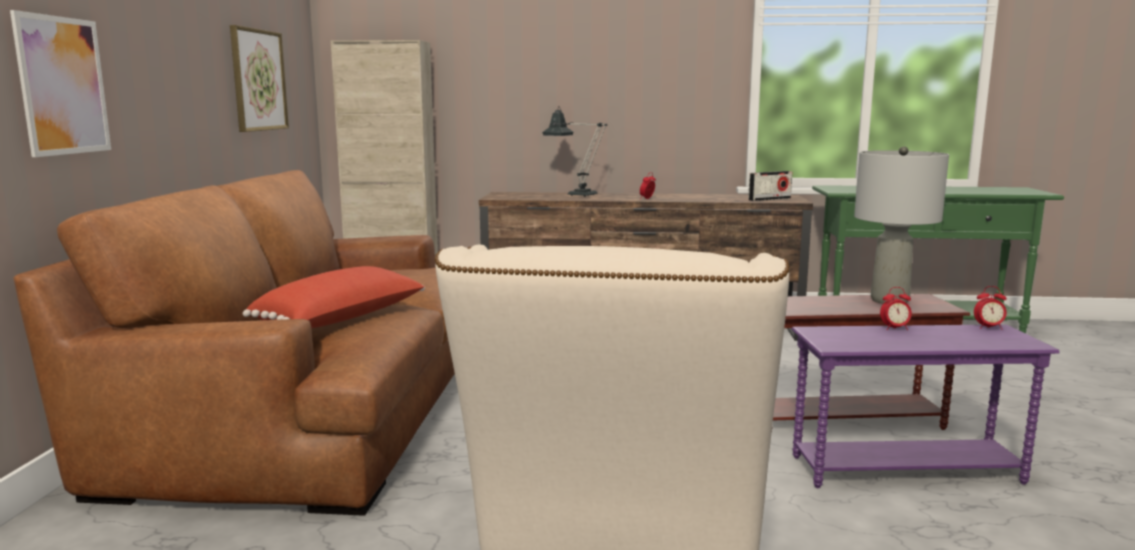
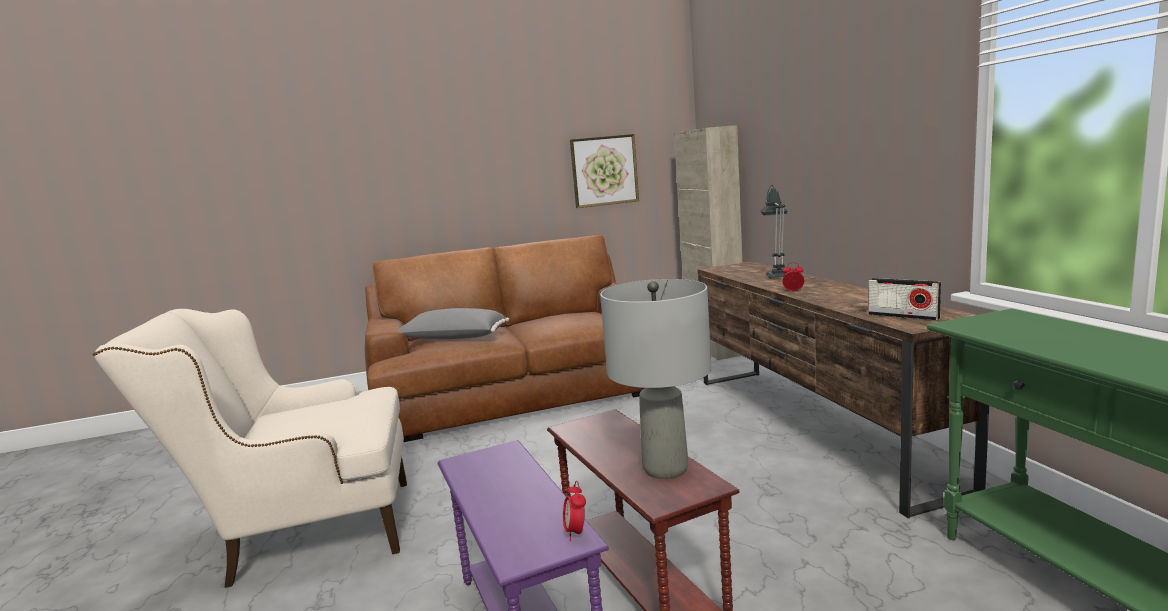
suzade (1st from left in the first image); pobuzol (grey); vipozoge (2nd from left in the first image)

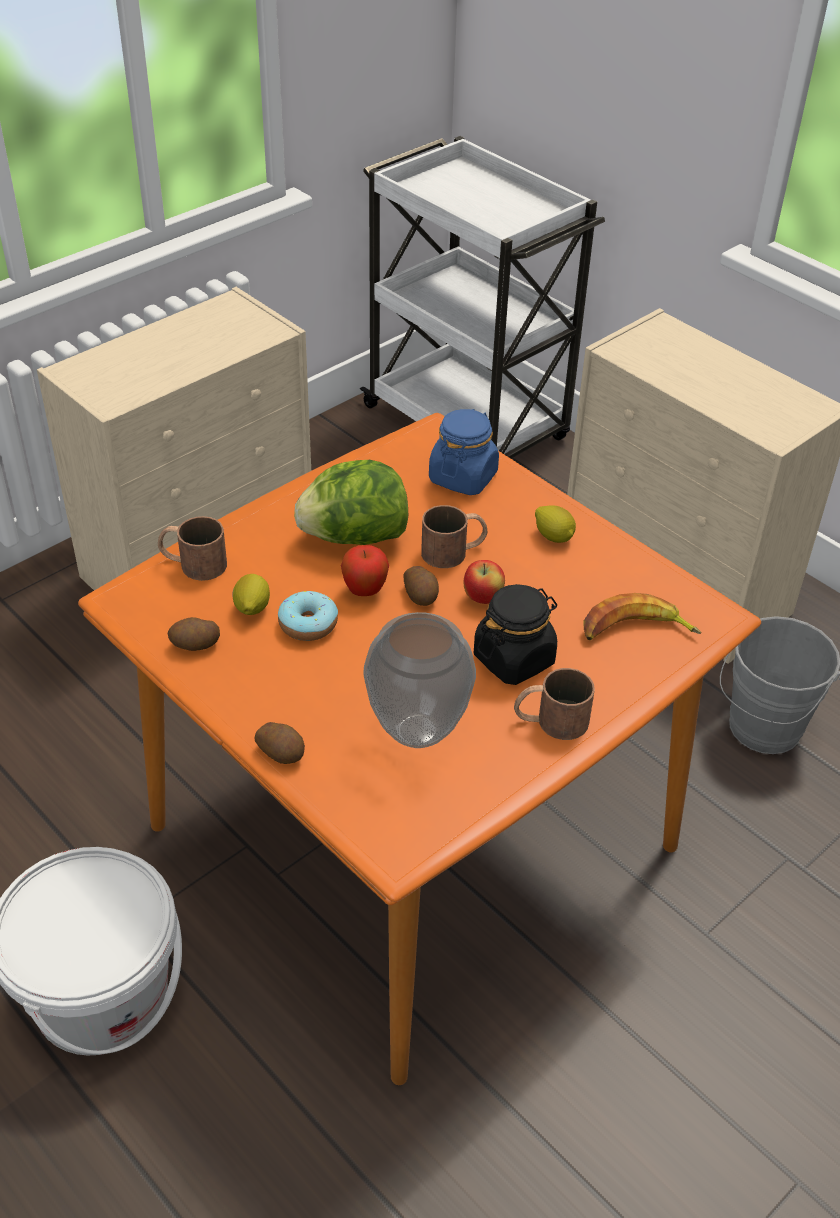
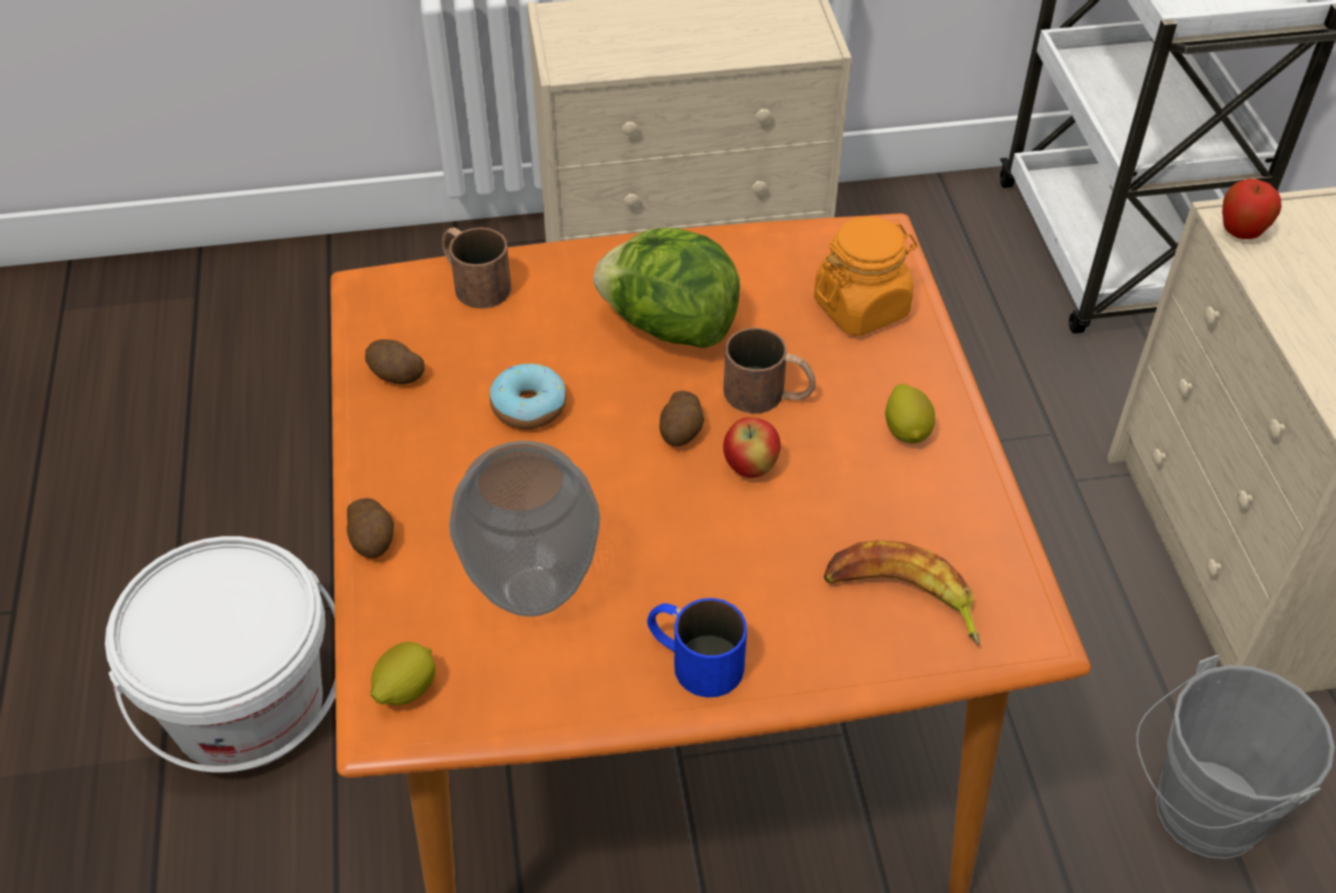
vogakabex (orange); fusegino (2nd from left); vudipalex (1st from left); vogakabex (black); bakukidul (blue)

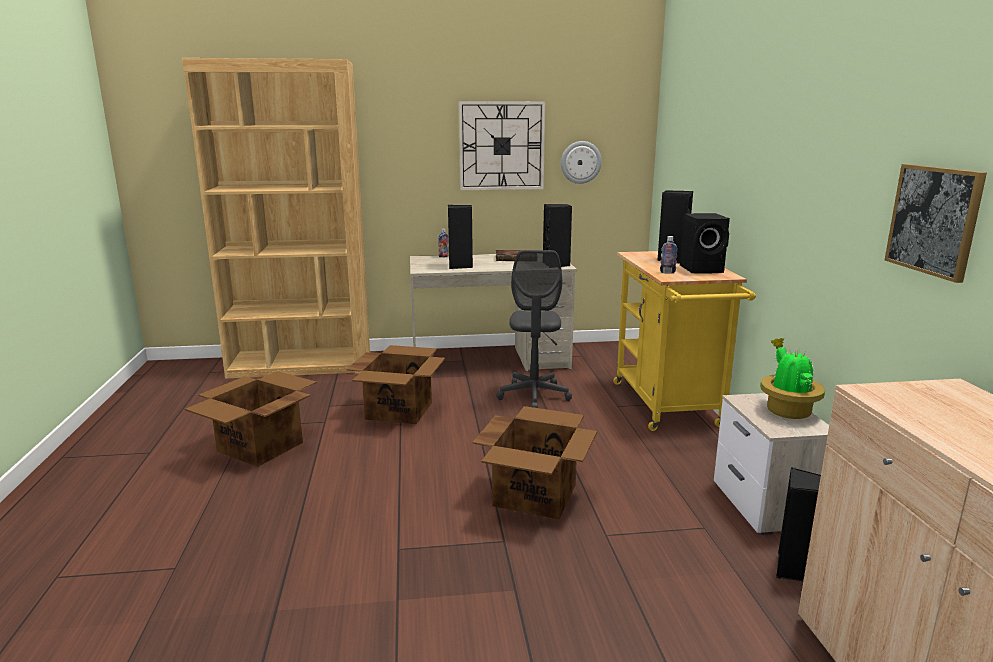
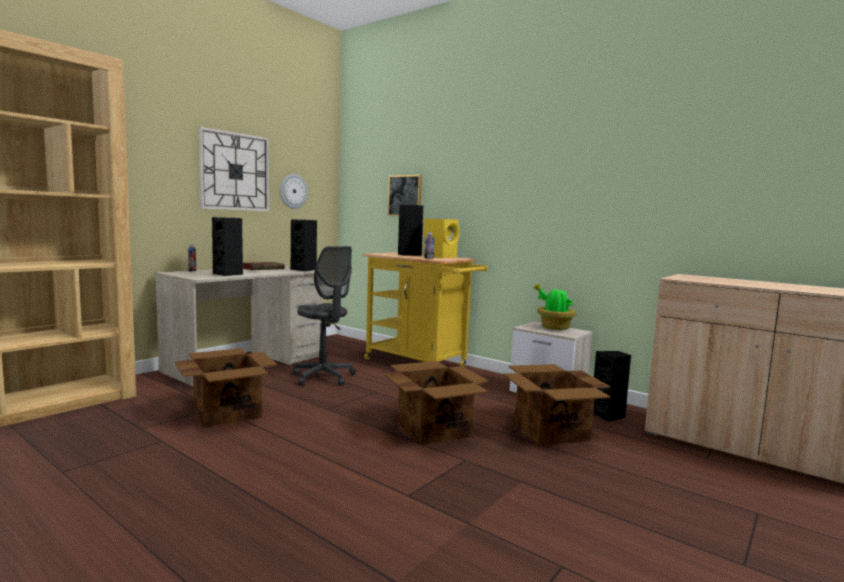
suzade; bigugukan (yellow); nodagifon (3rd from left)

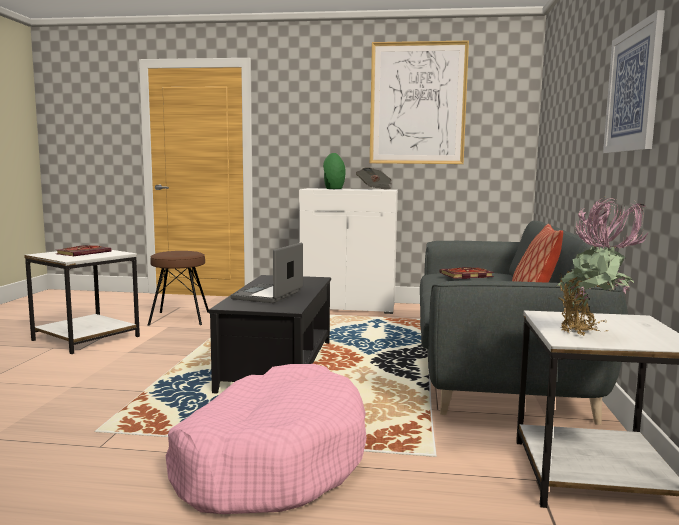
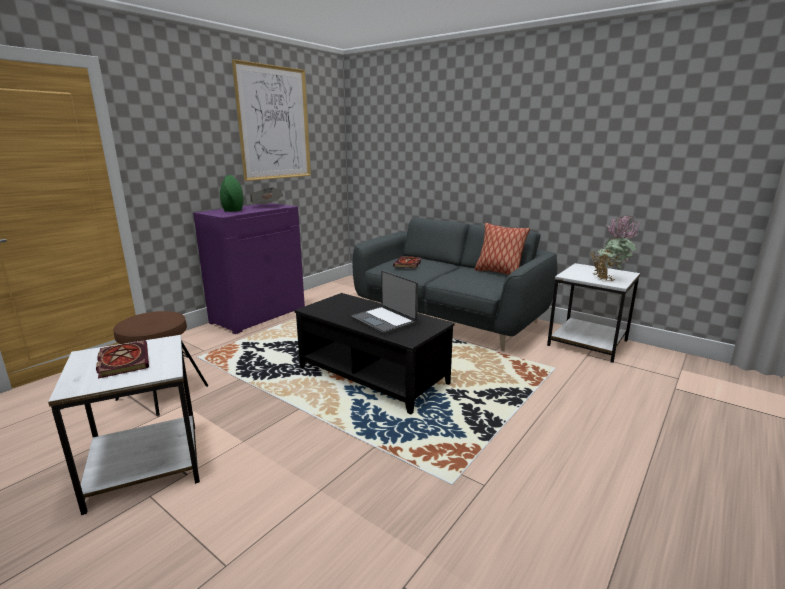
suzade (2nd from left in the first image); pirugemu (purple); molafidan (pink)

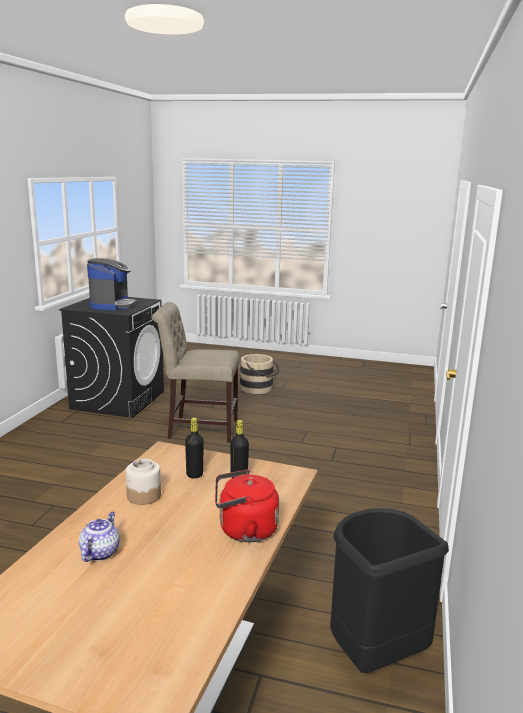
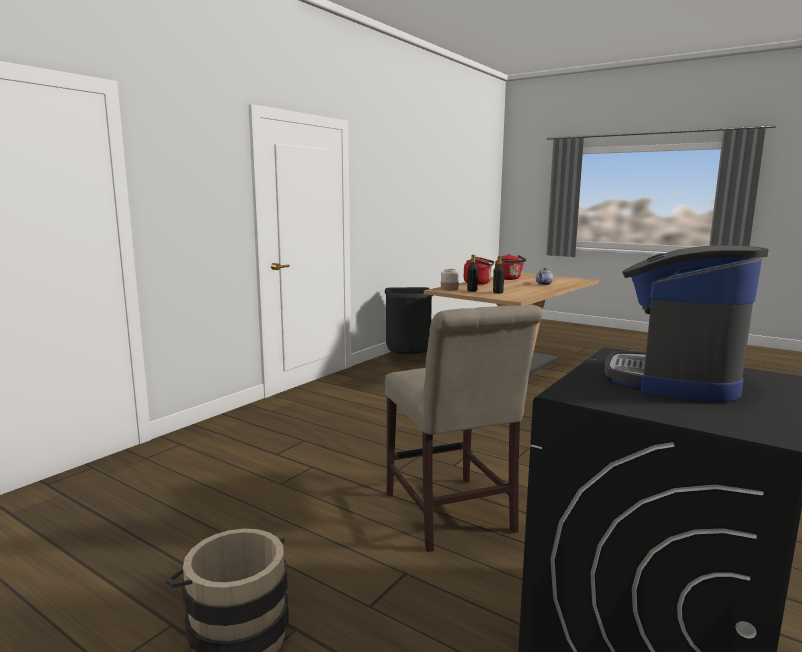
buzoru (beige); vogakabex; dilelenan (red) (2nd from left)

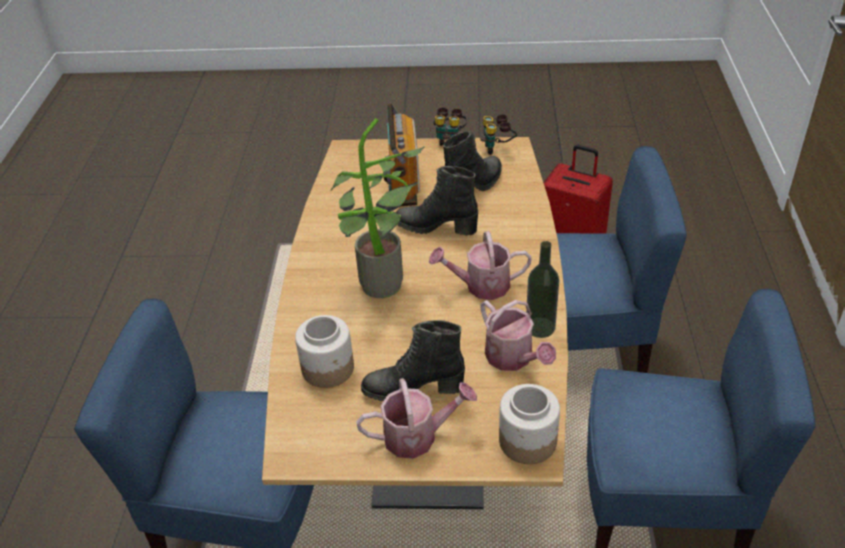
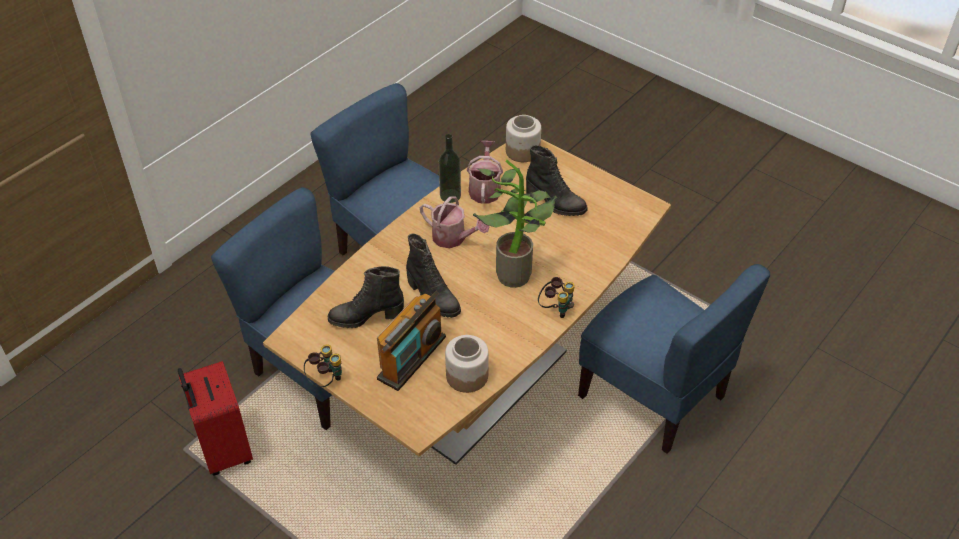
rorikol (2nd from left); vogakabex (1st from left); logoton (1st from left in the first image)

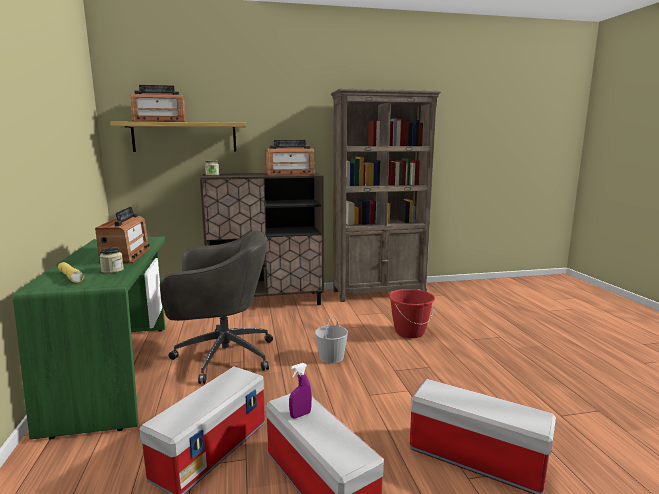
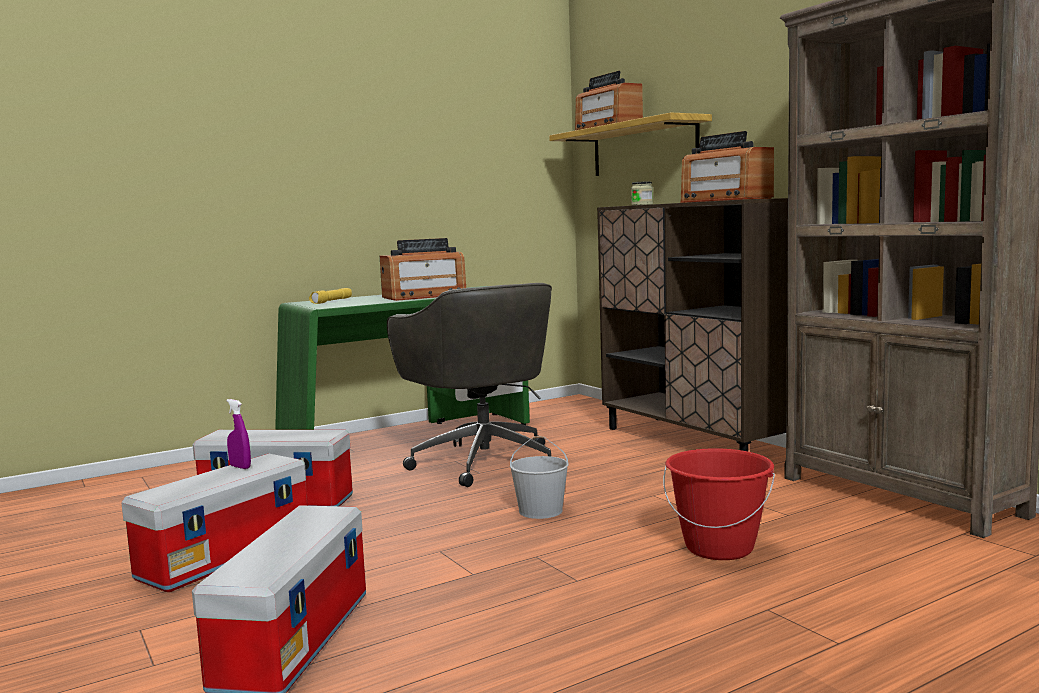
vogakabex (1st from left in the first image)

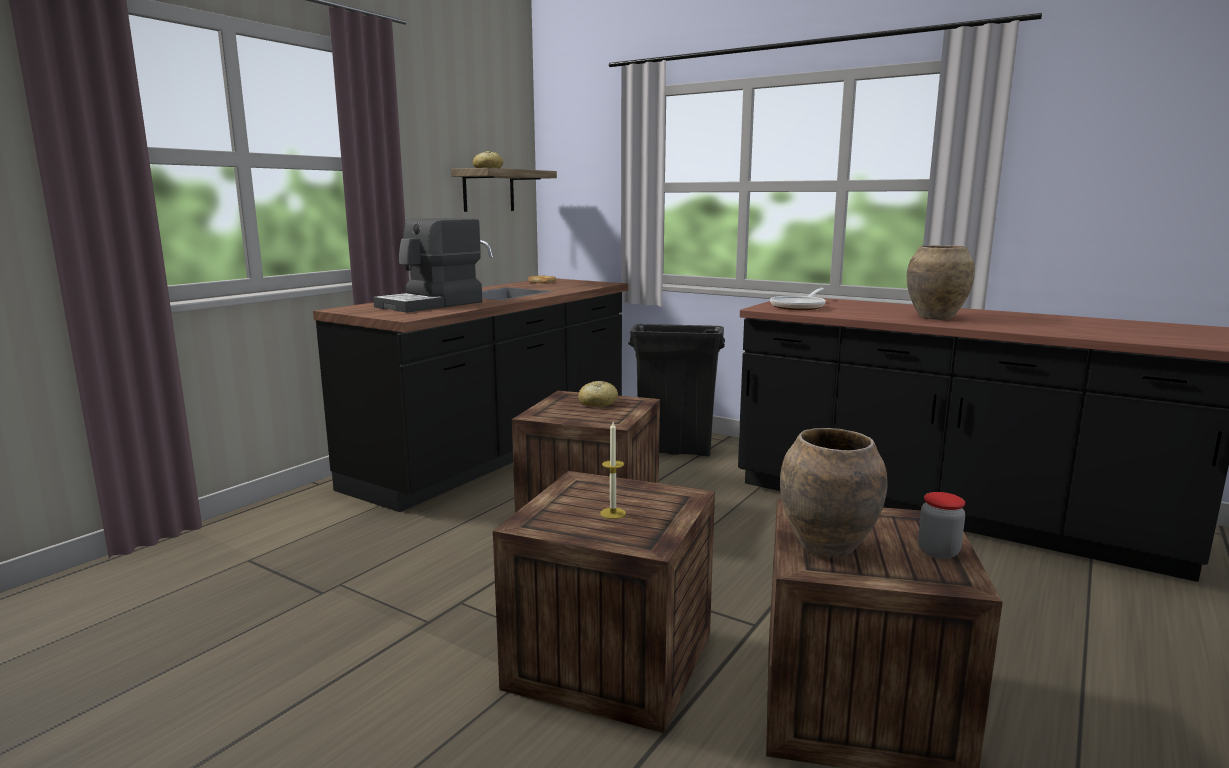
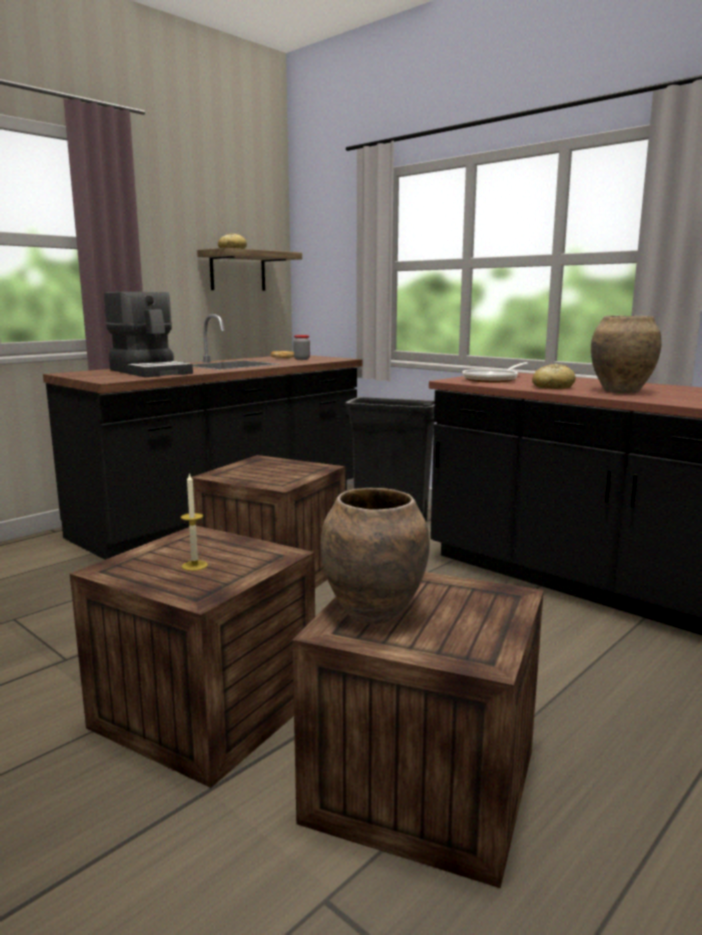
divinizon; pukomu (3rd from left); vogakabex

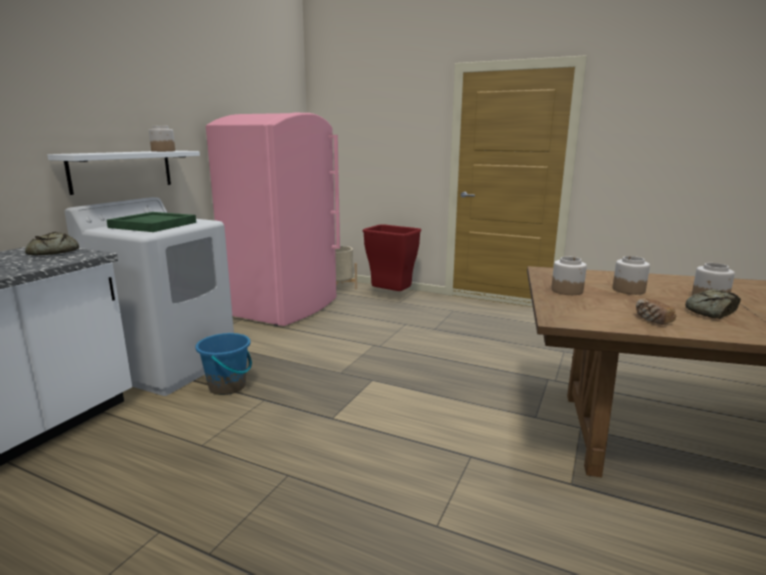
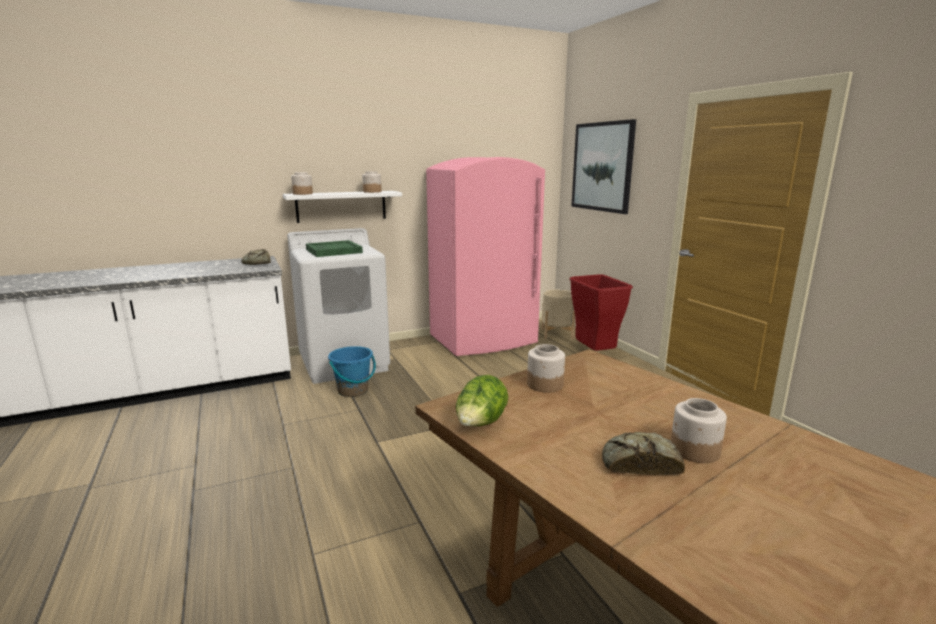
vogakabex (1st from left); pukomu (2nd from left in the first image); suzade; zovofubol

